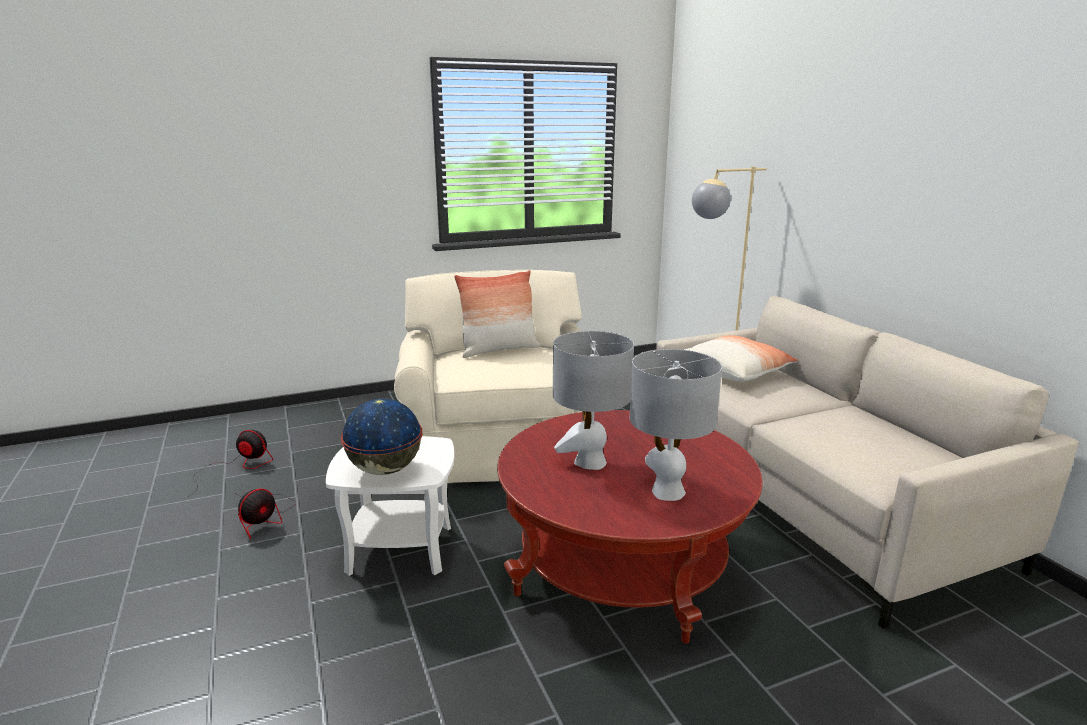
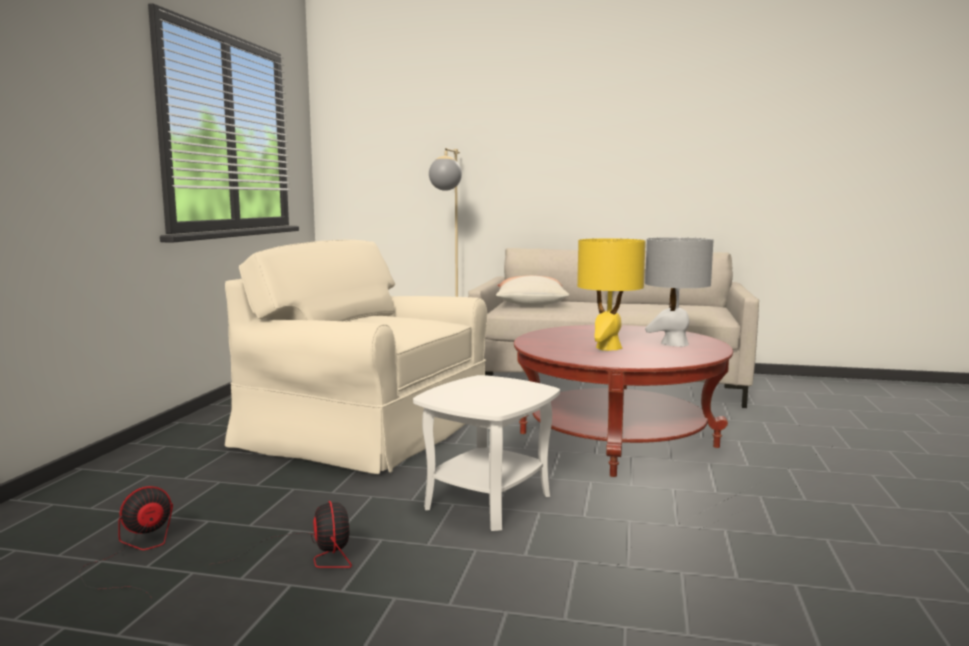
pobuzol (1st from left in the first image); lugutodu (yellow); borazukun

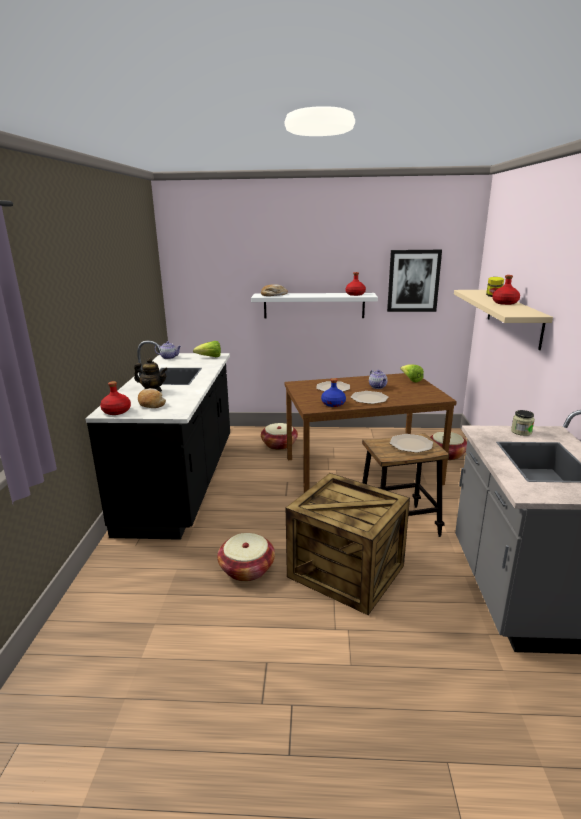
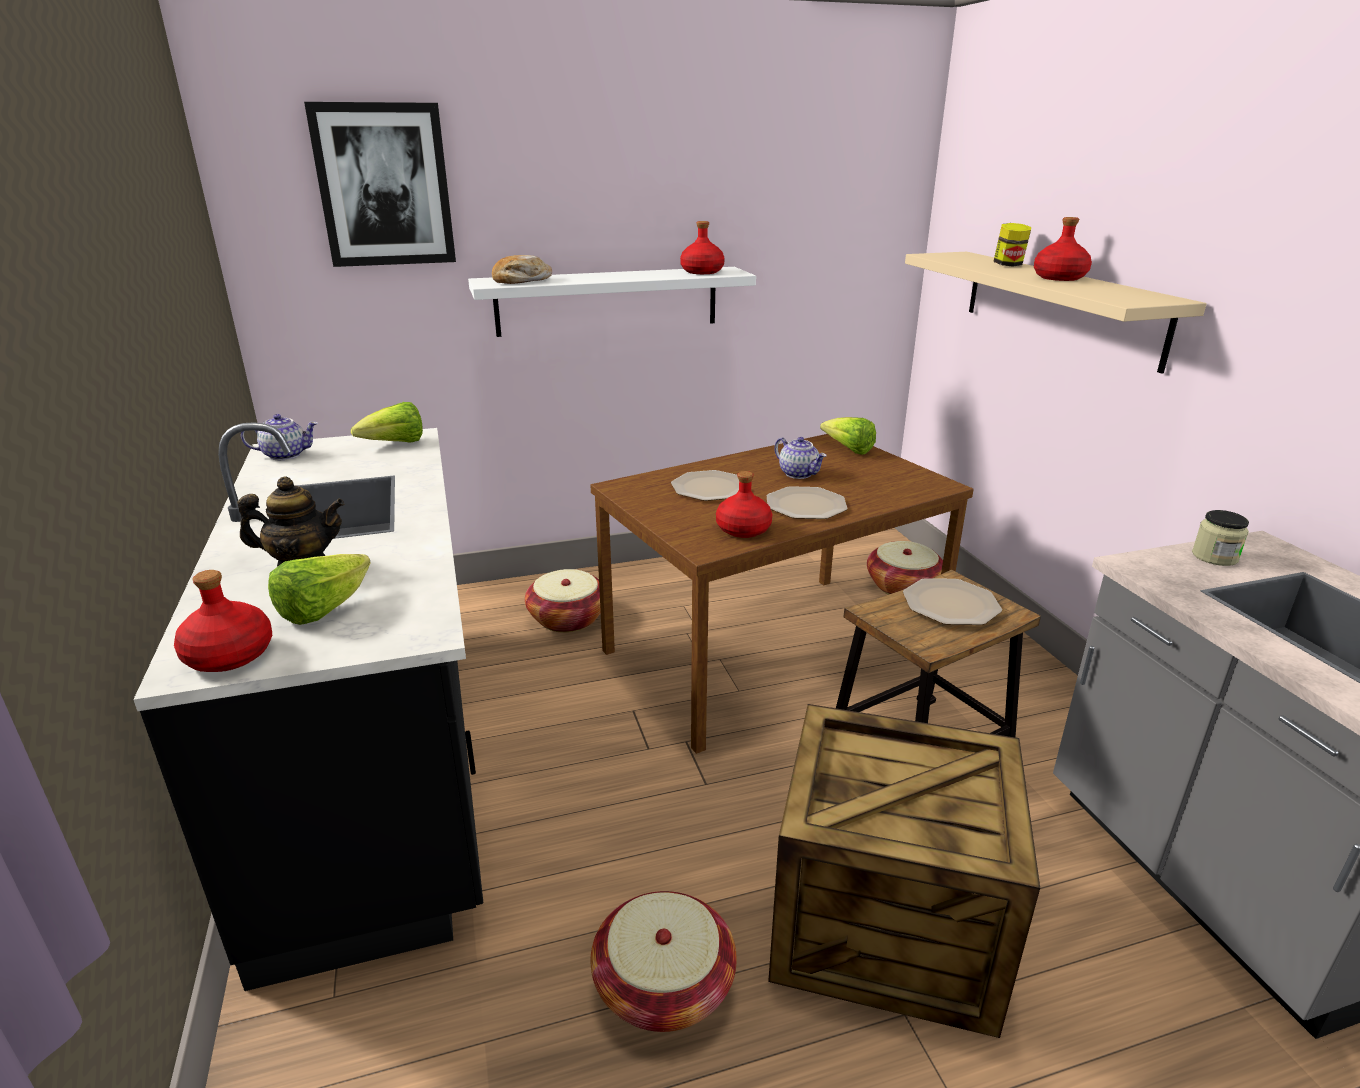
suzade; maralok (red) (3rd from left); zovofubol (1st from left)

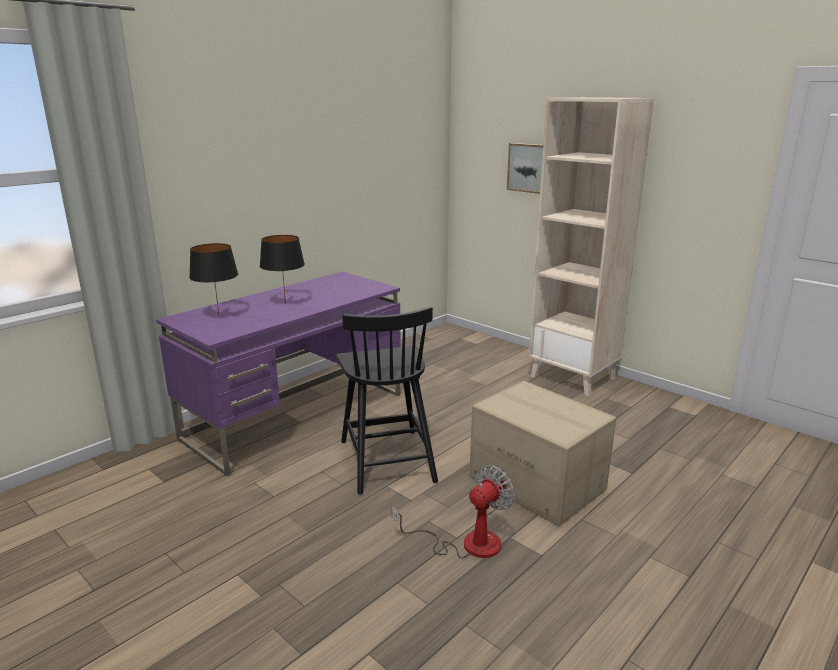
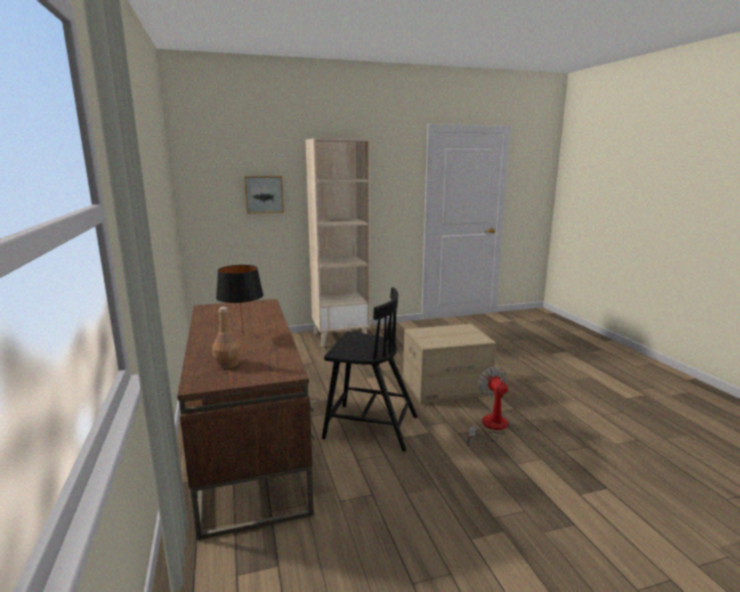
maralok (brown); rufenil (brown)

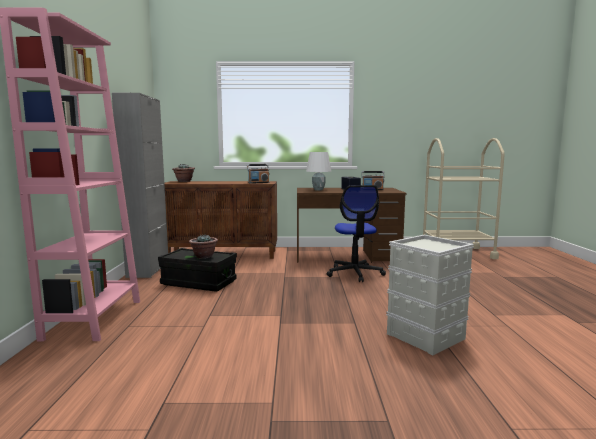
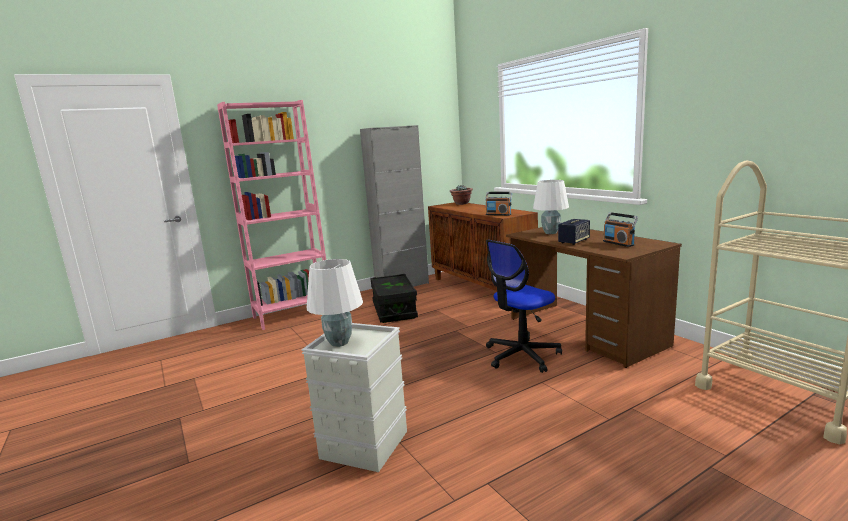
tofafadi (2nd from left in the first image); lugutodu (white) (1st from left)

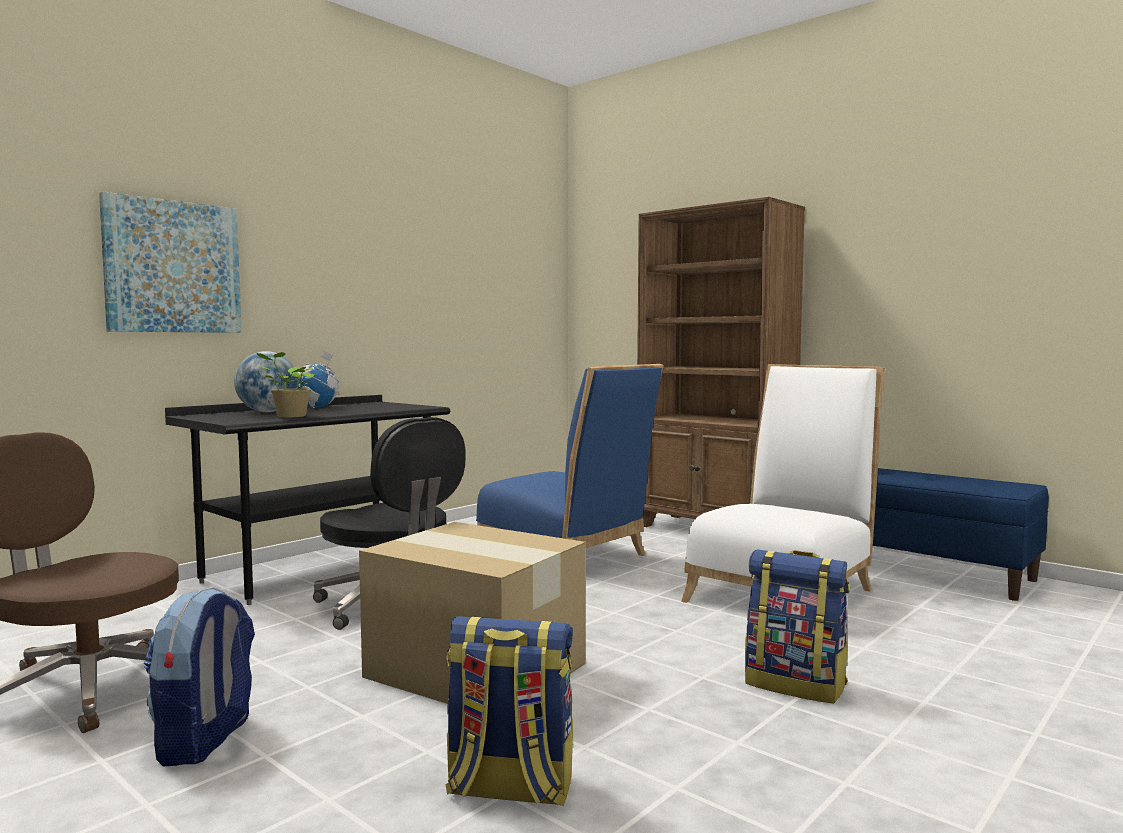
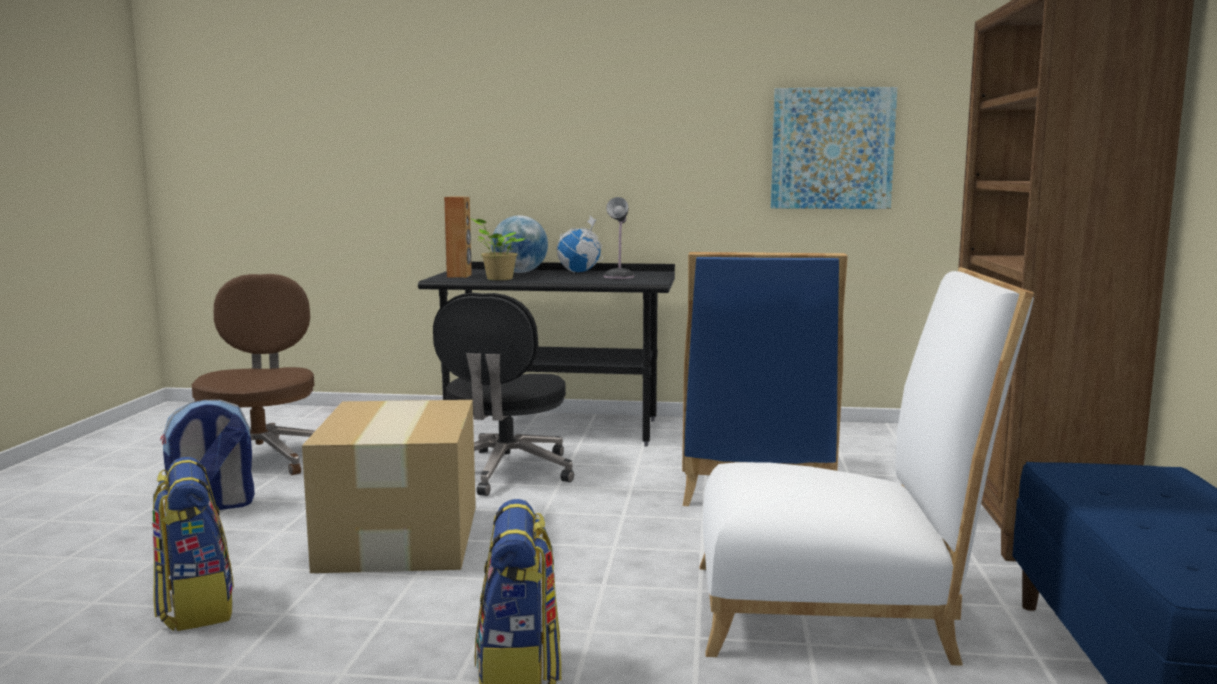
suzade; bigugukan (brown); lugutodu

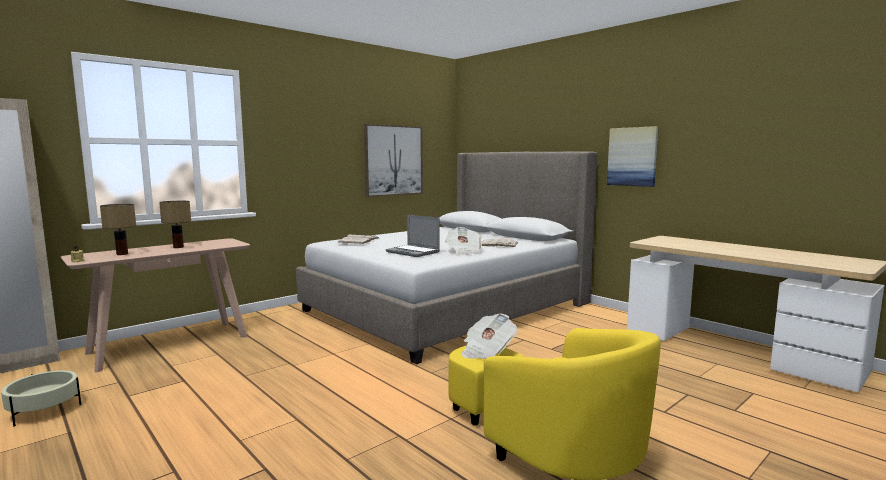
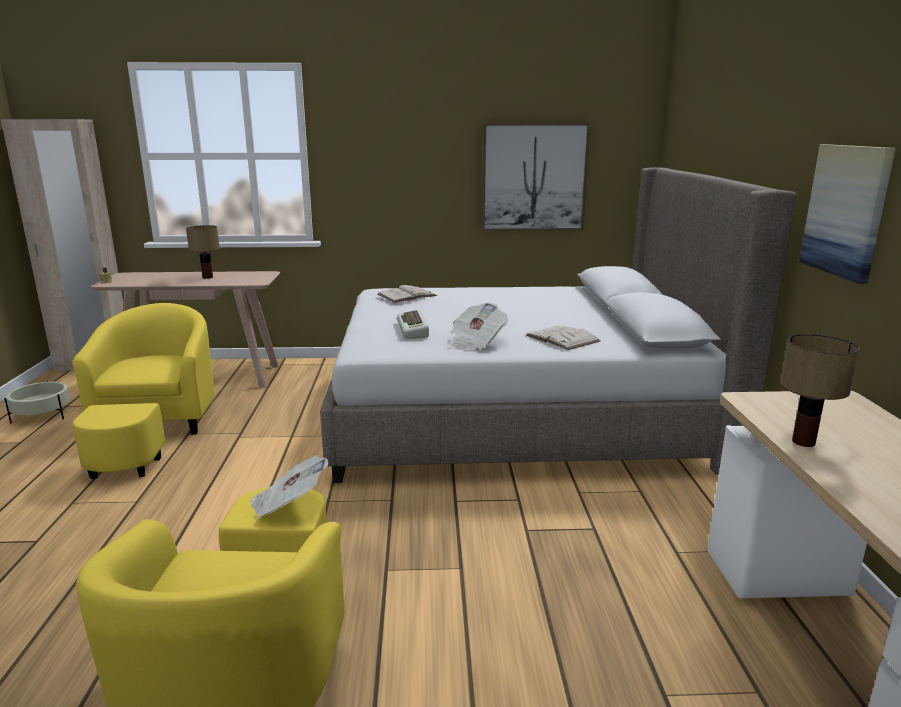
lugutodu (2nd from left); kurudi; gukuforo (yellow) (1st from left)

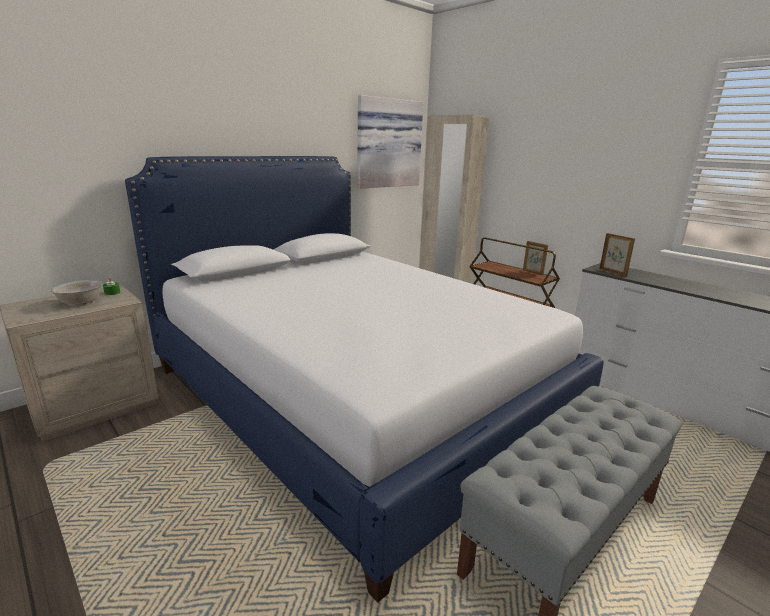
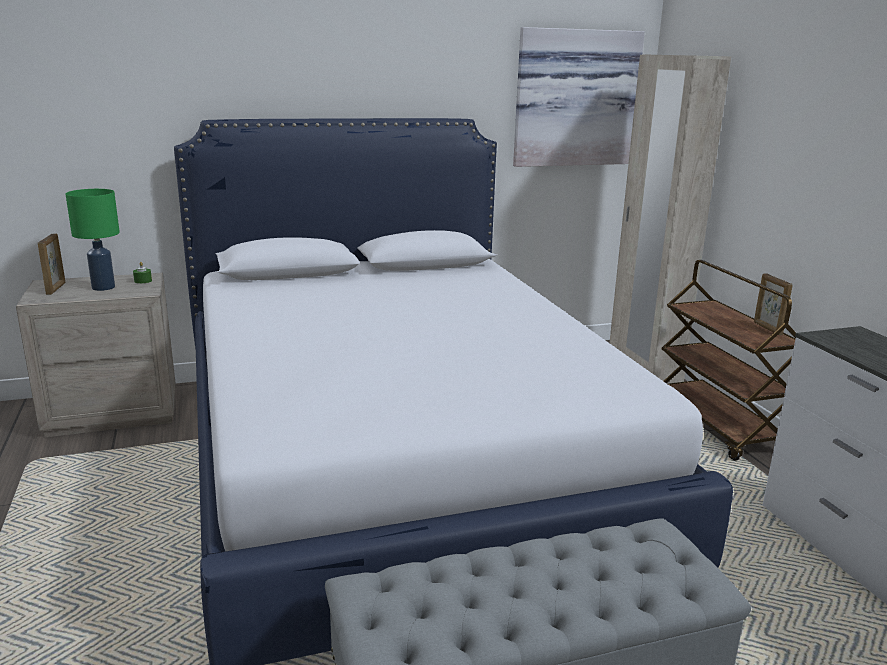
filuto (1st from left); lugutodu (green)

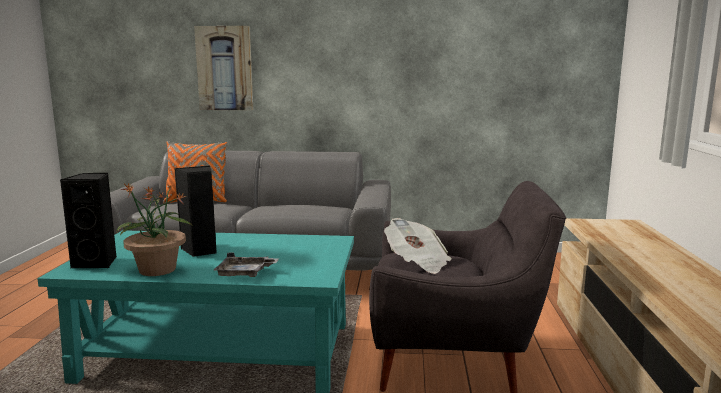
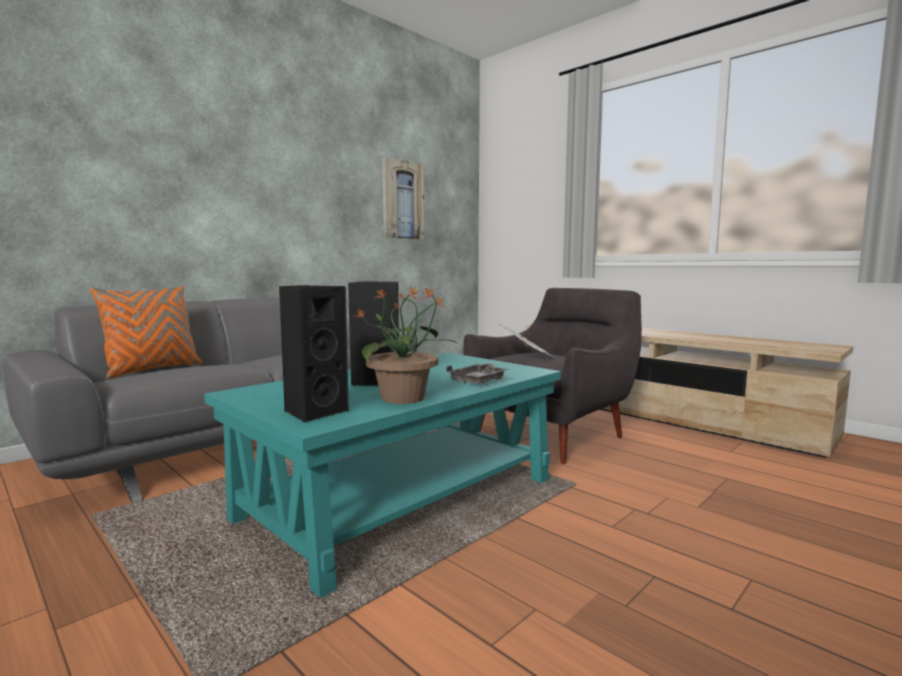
suzade

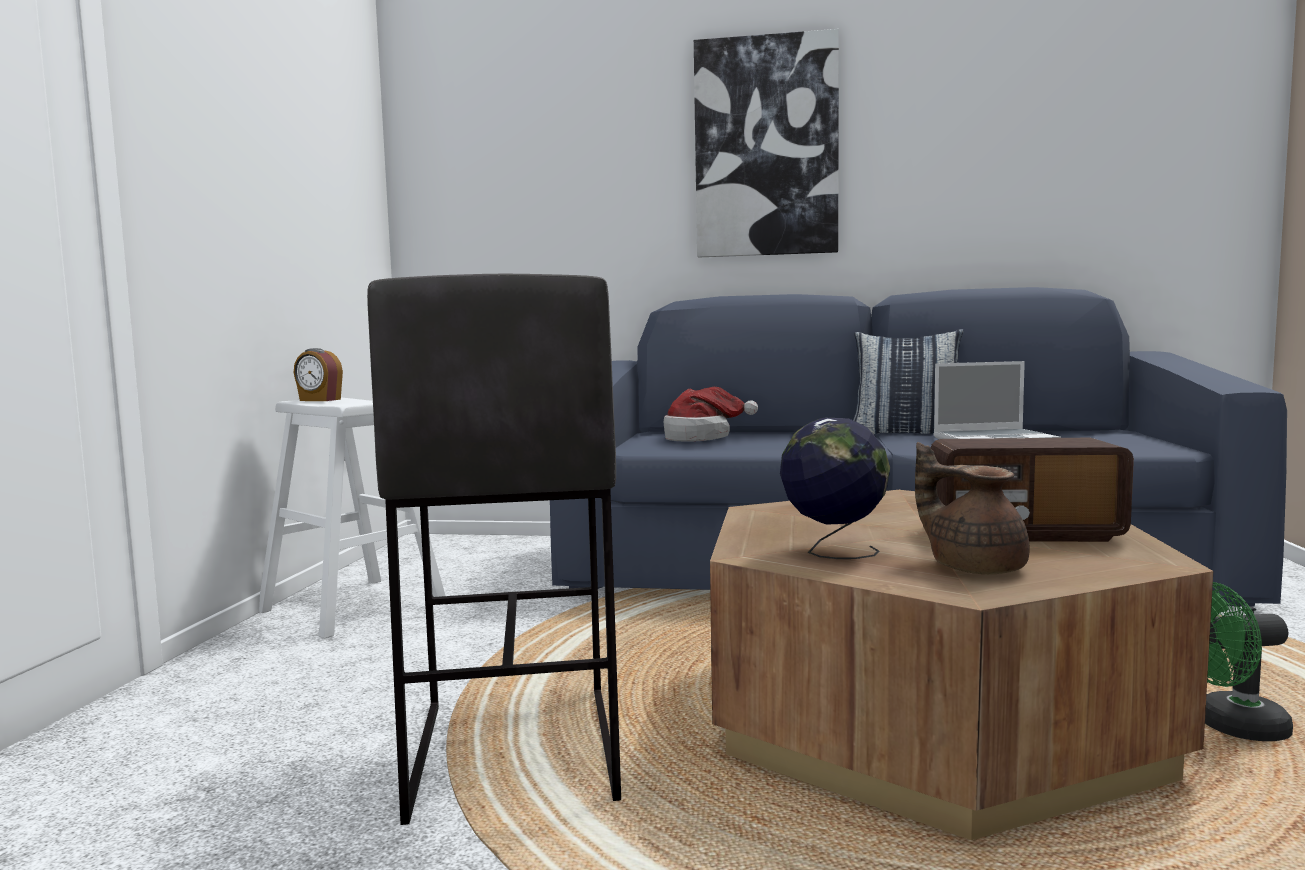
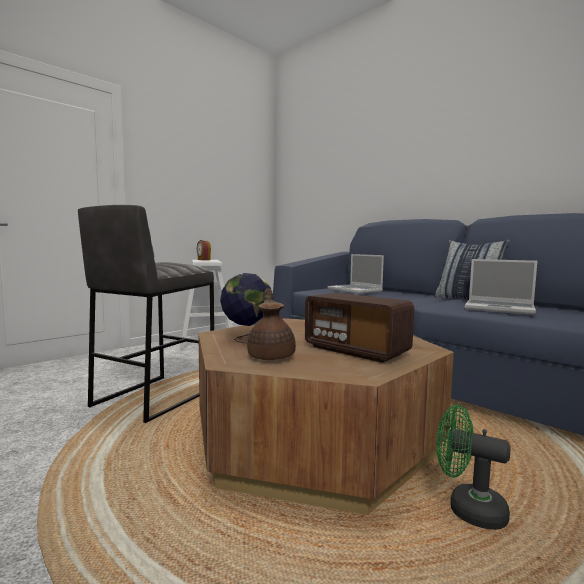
suzade; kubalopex (1st from left)

